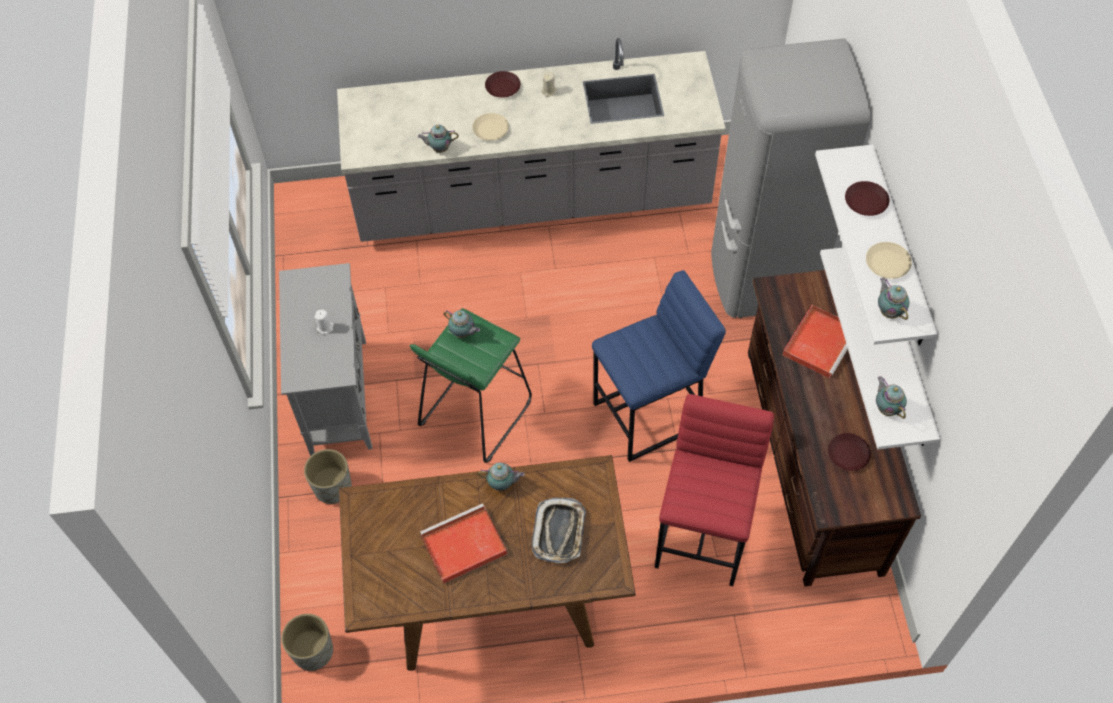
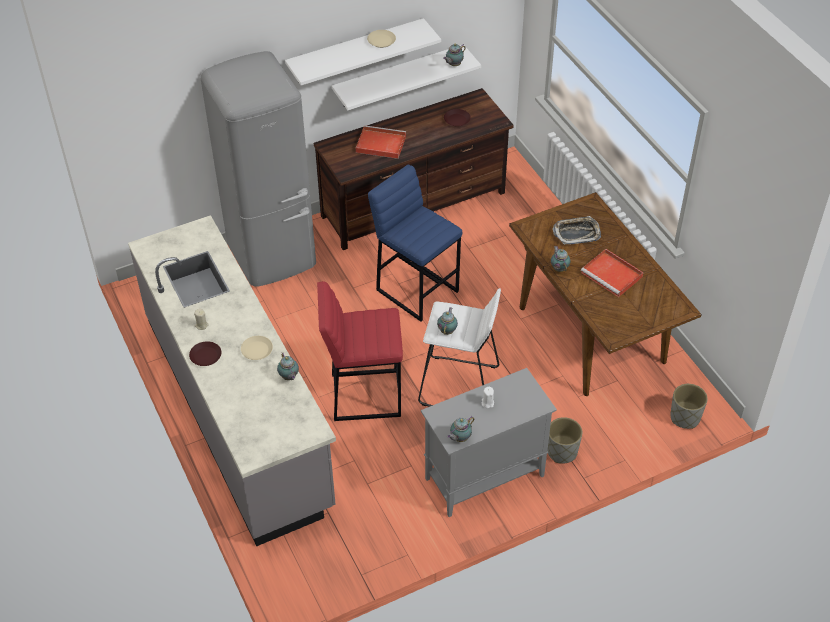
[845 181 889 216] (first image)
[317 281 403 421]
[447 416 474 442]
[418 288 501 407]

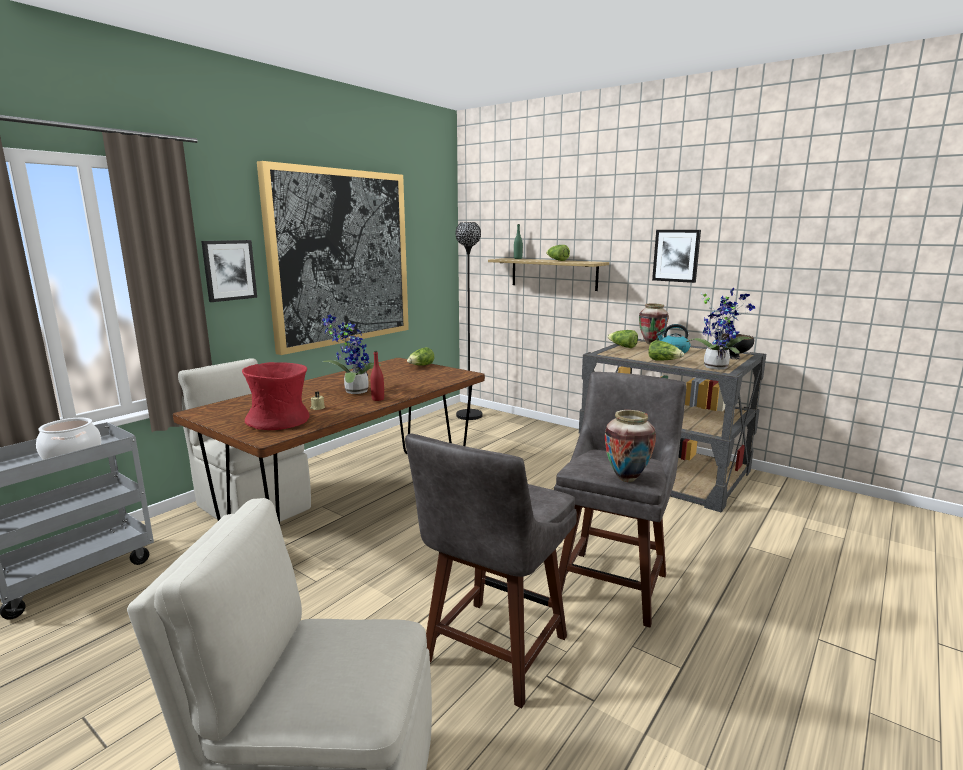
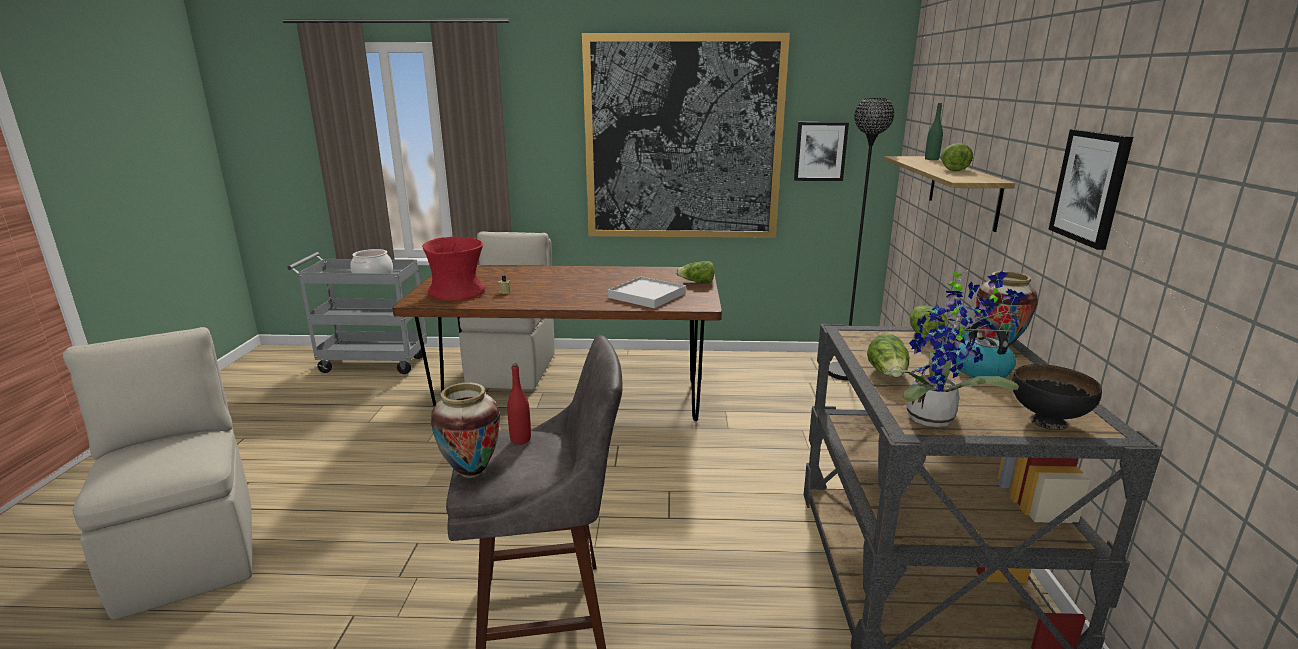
[322 314 381 394] (first image)
[405 433 577 708] (first image)
[608 277 686 308]
[794 122 849 181]
[507 364 531 444]

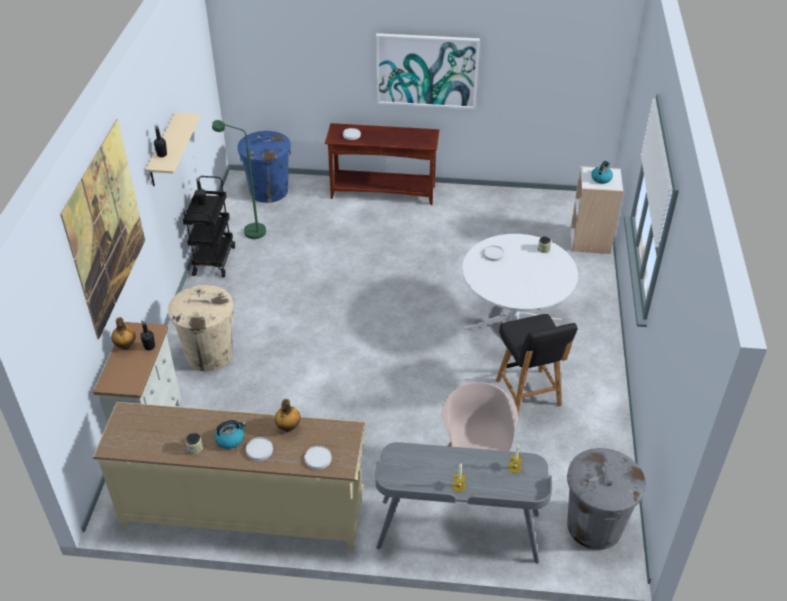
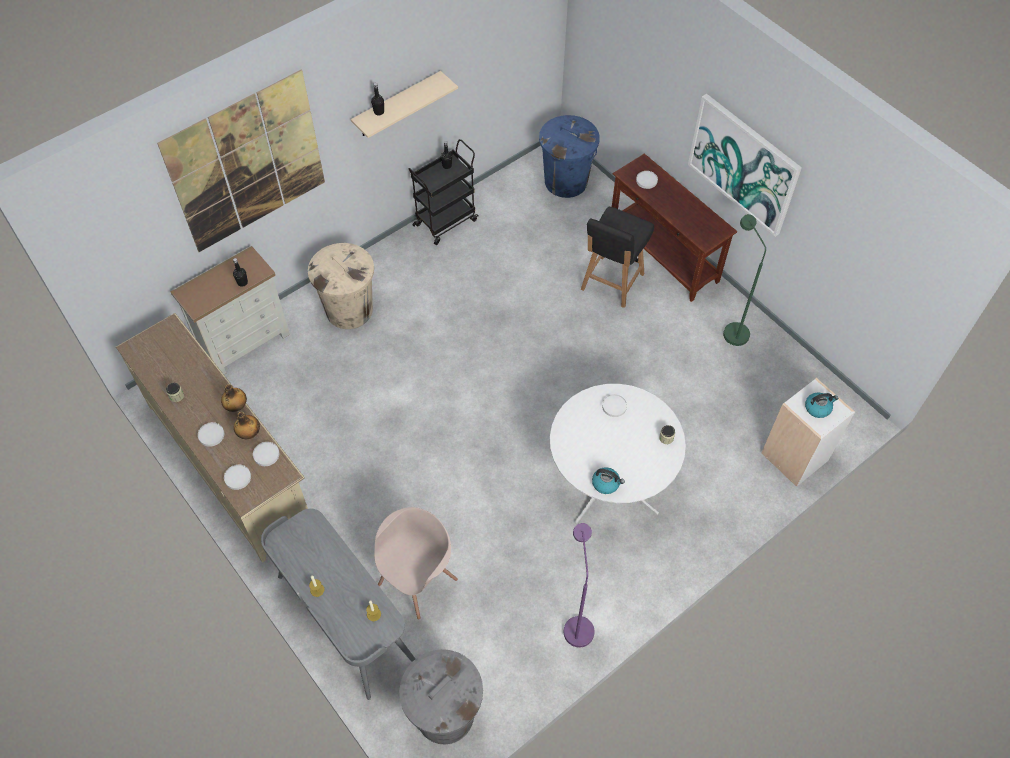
[253 442 279 466]
[564 523 595 648]
[221 384 247 412]
[723 214 766 346]
[592 467 625 494]
[581 207 654 308]

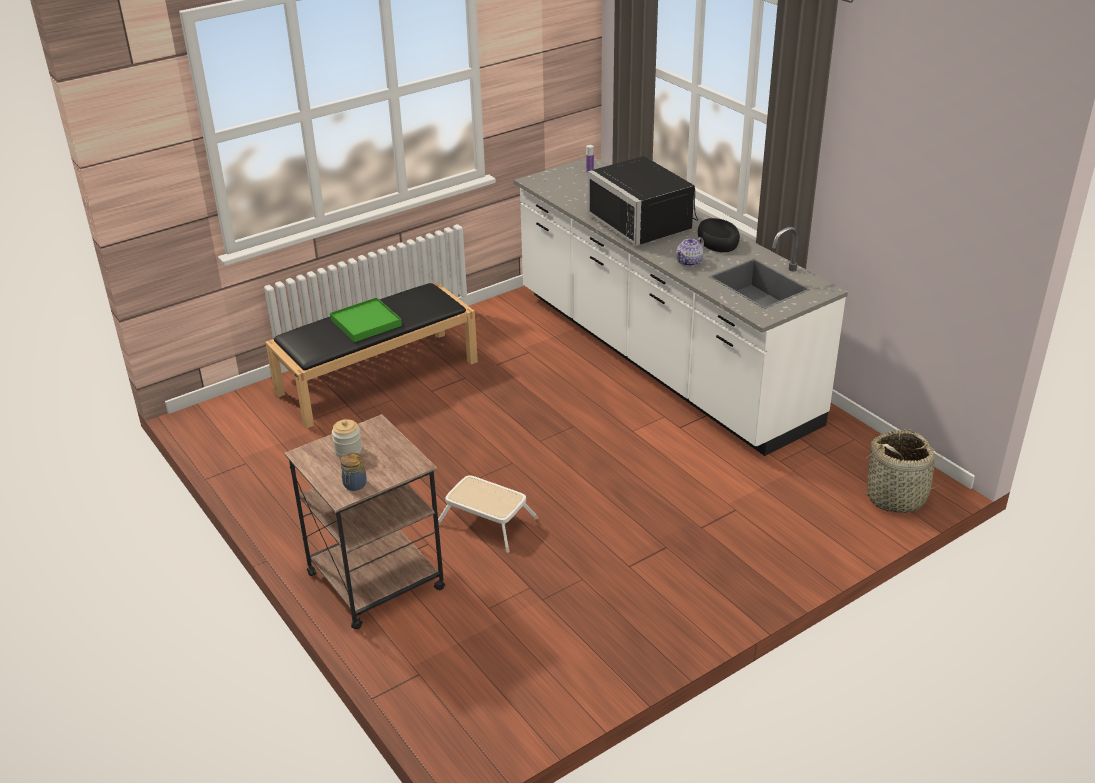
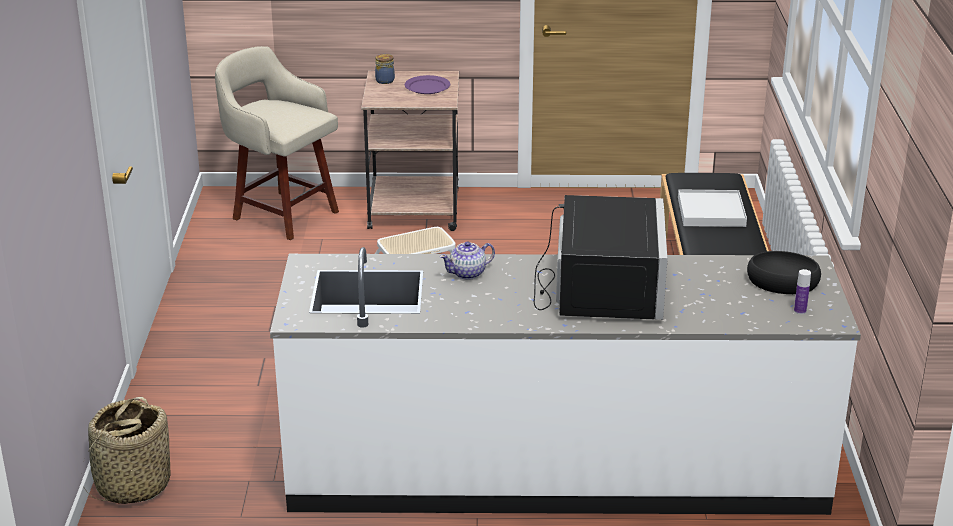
[215 46 339 240]
[747 251 821 294]
[405 75 450 94]
[678 189 747 227]
[534 195 668 320]
[440 241 495 280]

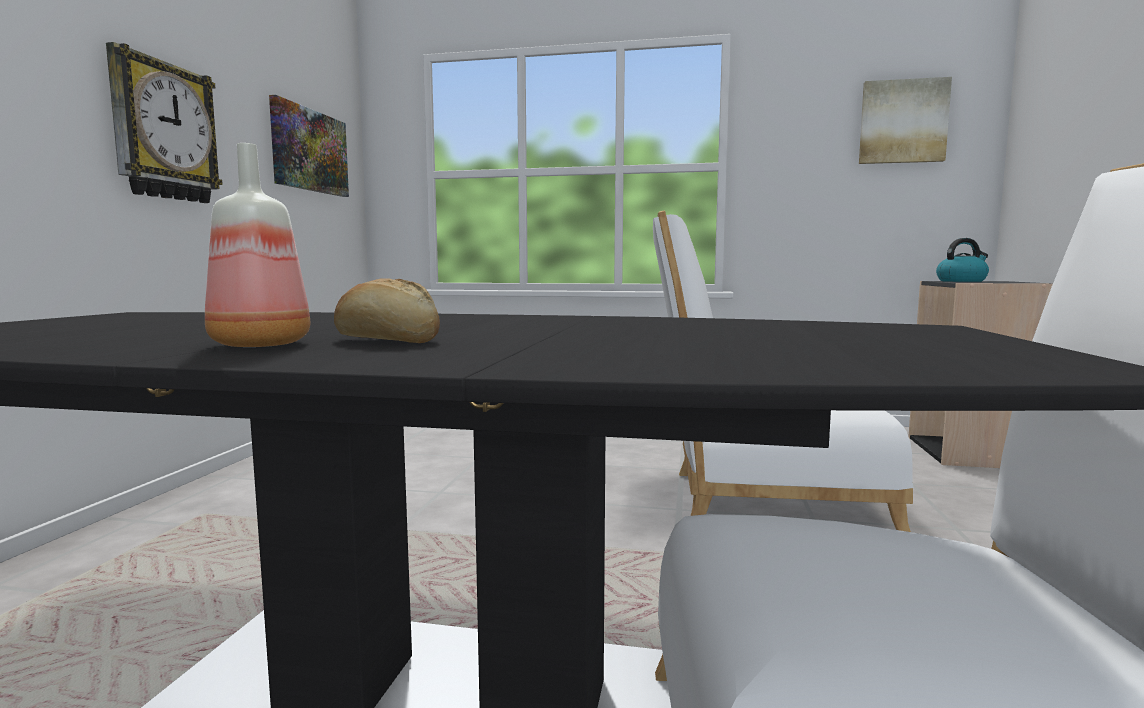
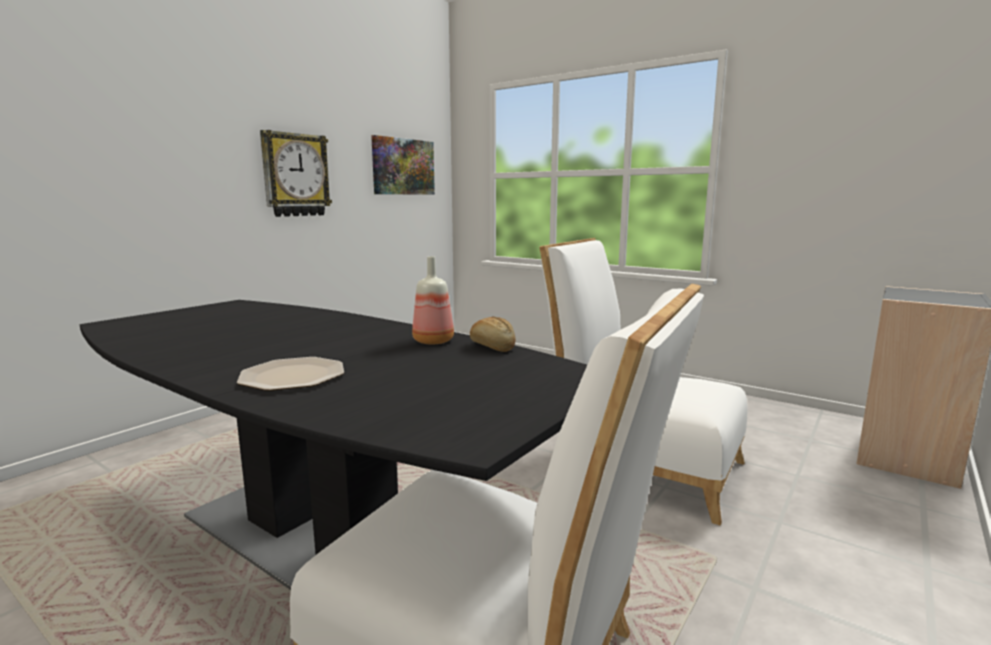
[859 77 952 164] (first image)
[936 238 989 282] (first image)
[237 357 344 391]
[412 256 454 344]
[470 316 516 352]

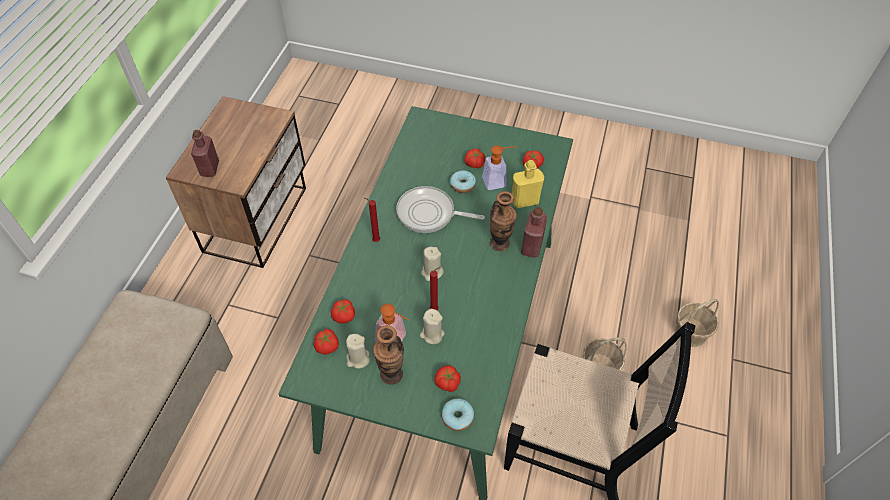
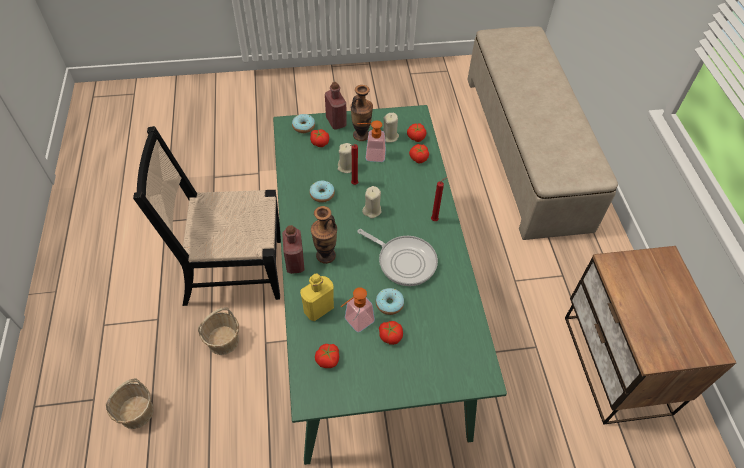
[310 181 335 203]
[325 82 347 130]
[357 229 438 286]

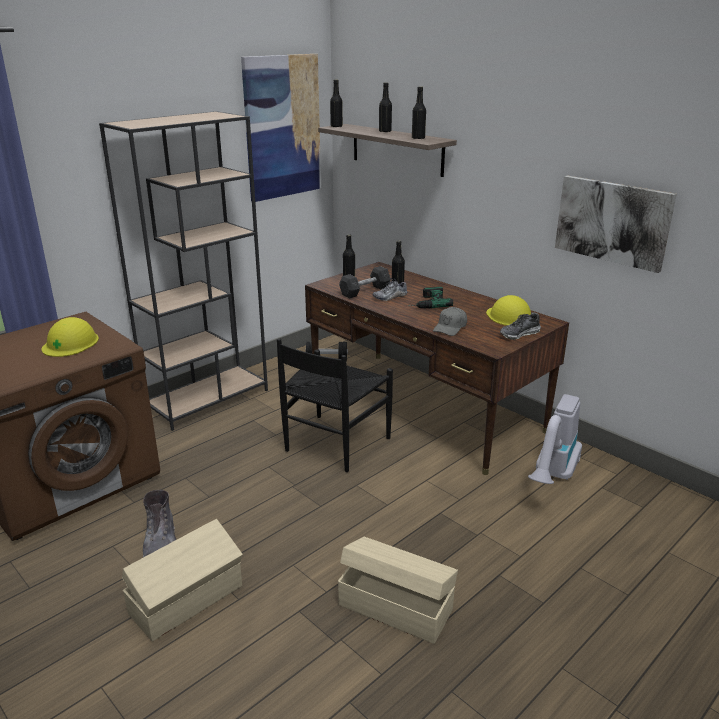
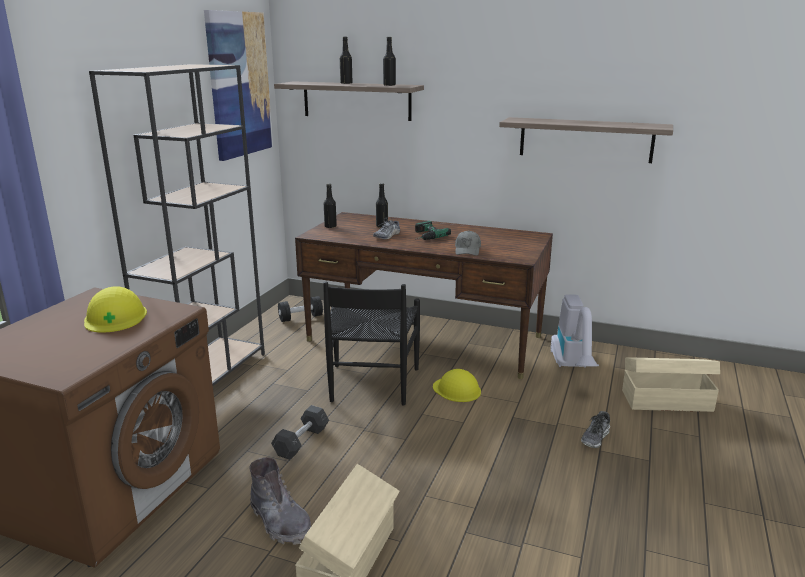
[330 80 343 127] (first image)
[622 357 720 412]
[271 405 329 460]
[433 369 481 402]
[581 411 610 448]
[499 117 673 163]

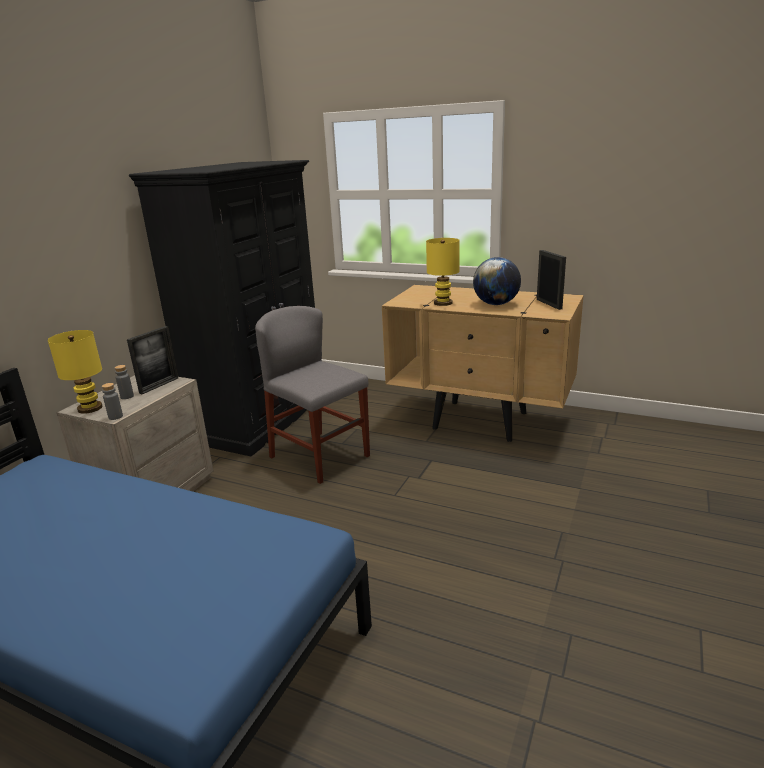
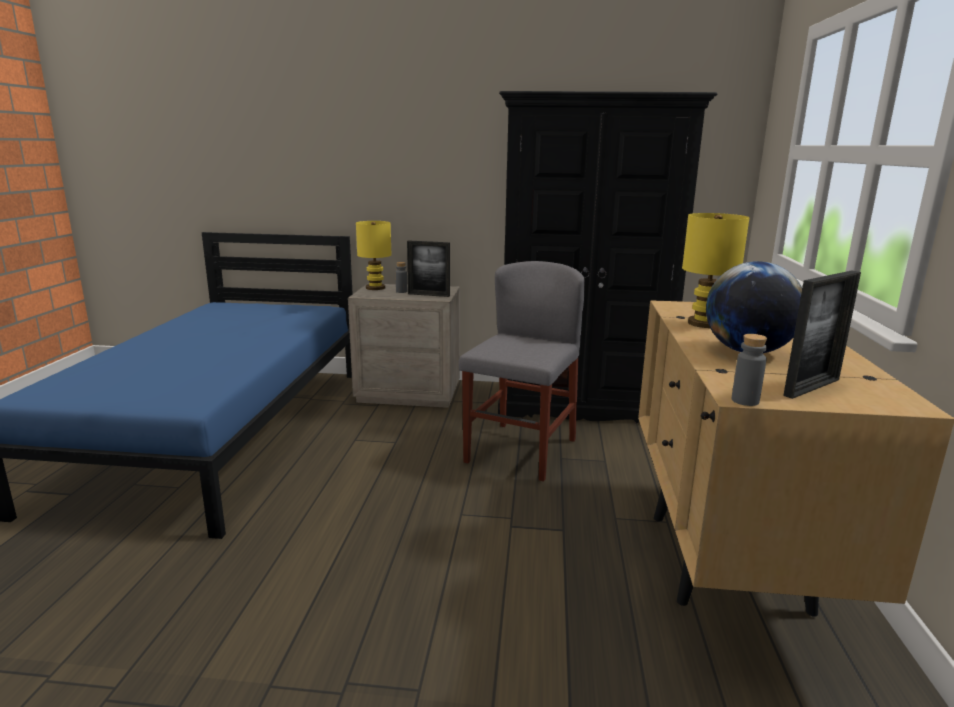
[732 334 767 406]

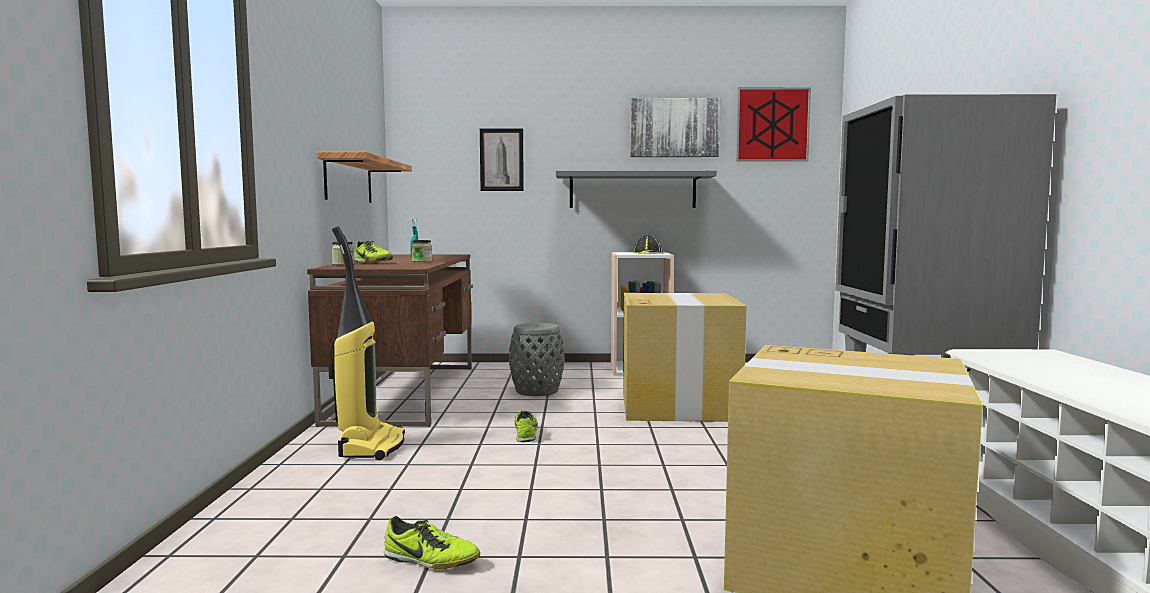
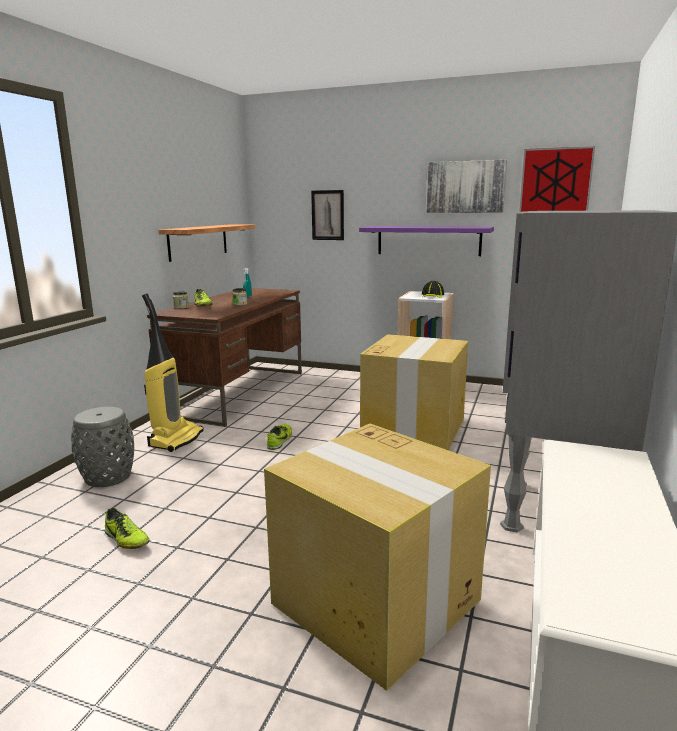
[71 407 134 487]
[359 226 494 256]

